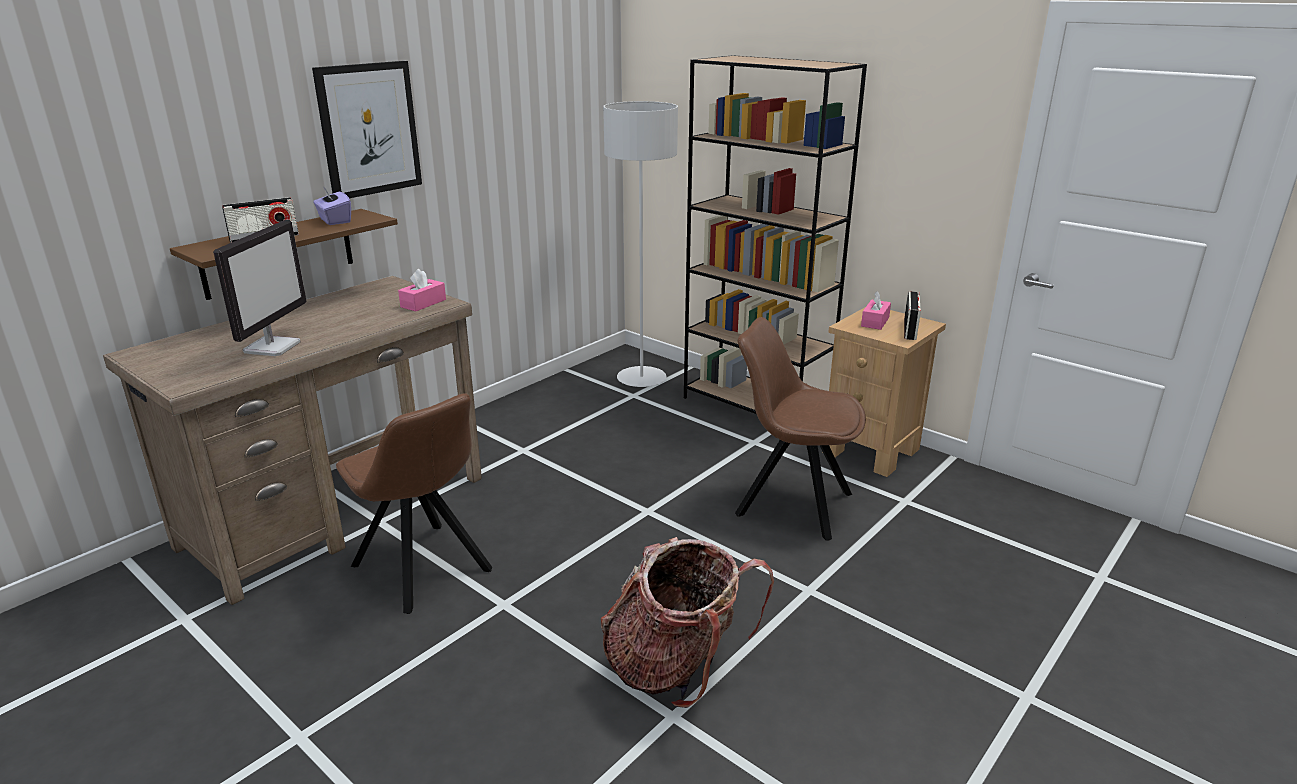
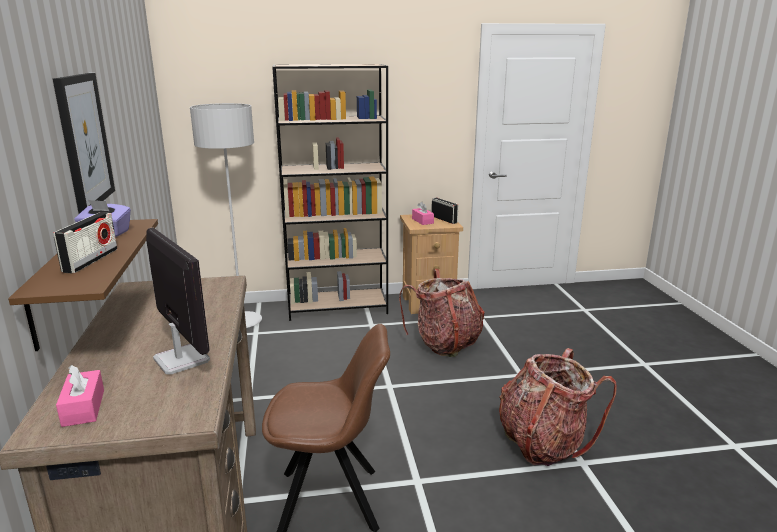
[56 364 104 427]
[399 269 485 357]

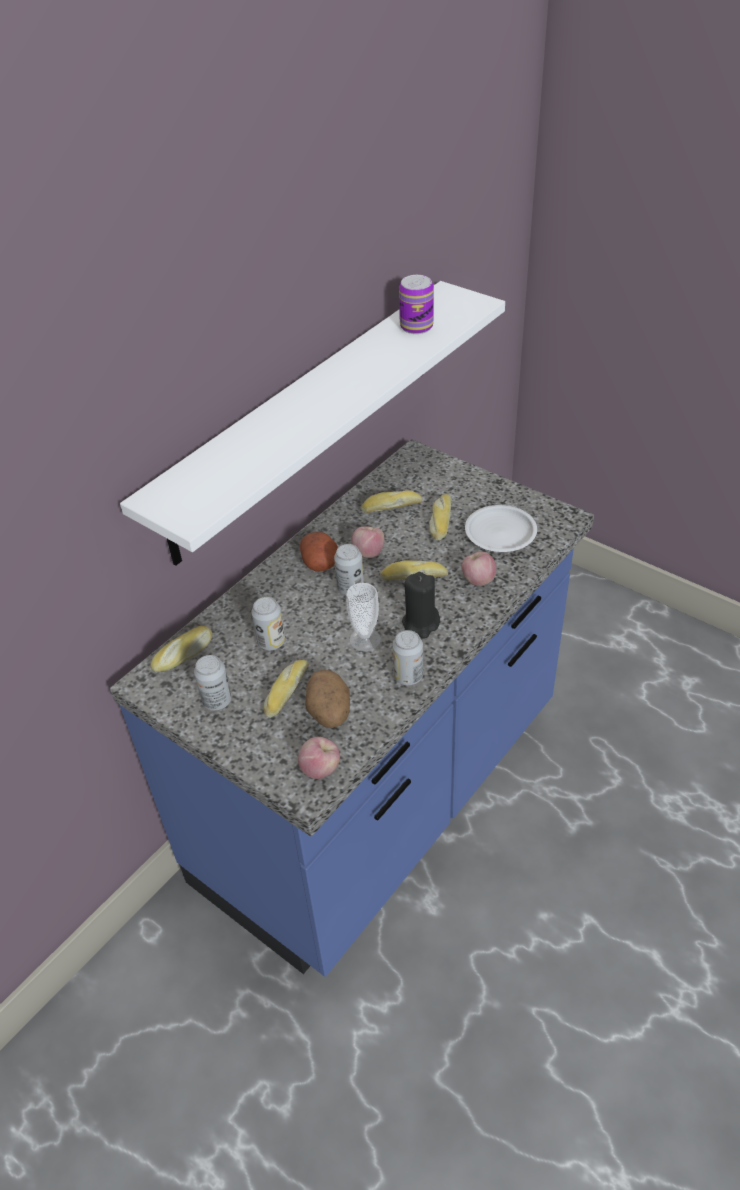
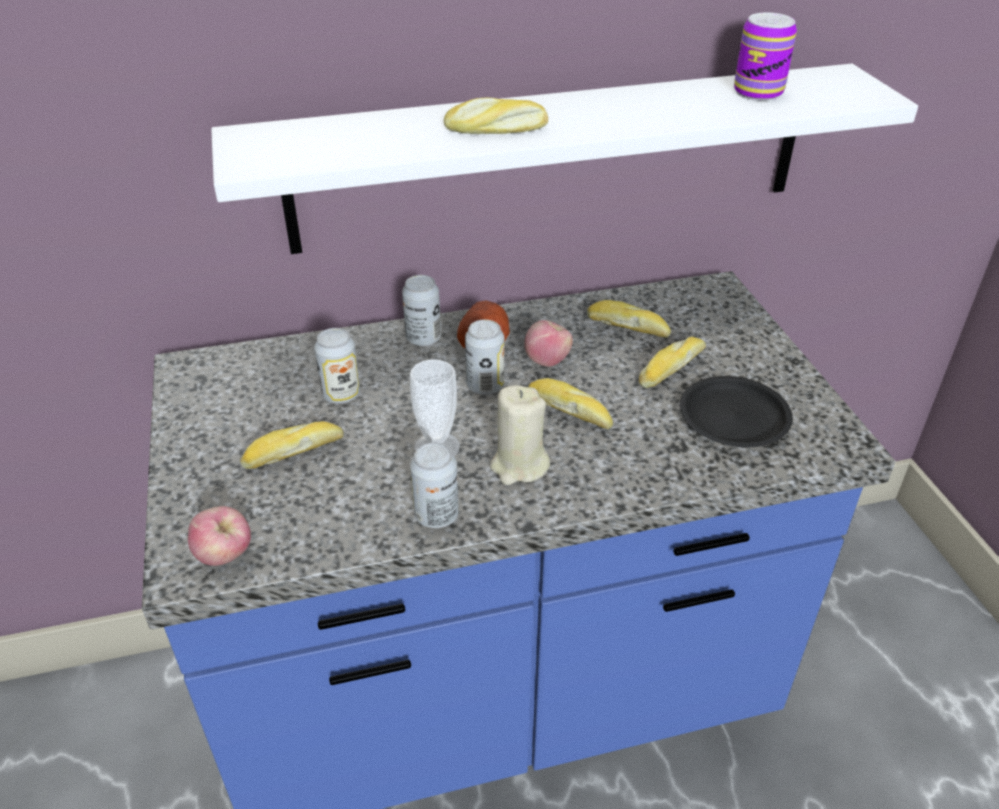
[305 670 350 728] (first image)
[462 552 496 586] (first image)
[444 98 548 134]
[402 275 441 346]
[490 385 550 485]
[680 376 793 447]

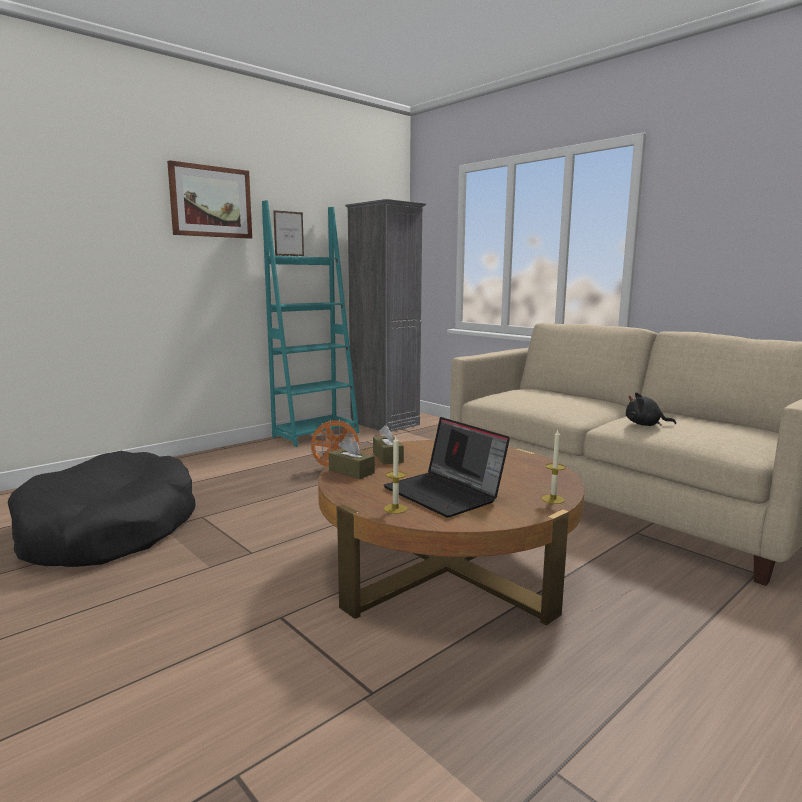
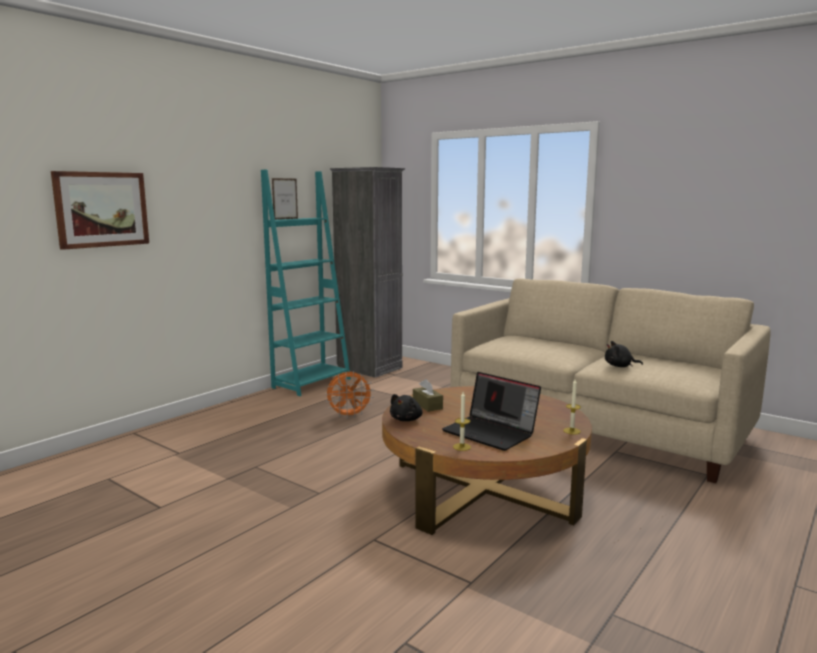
[8 451 196 567] (first image)
[51 171 149 250]
[390 394 423 421]

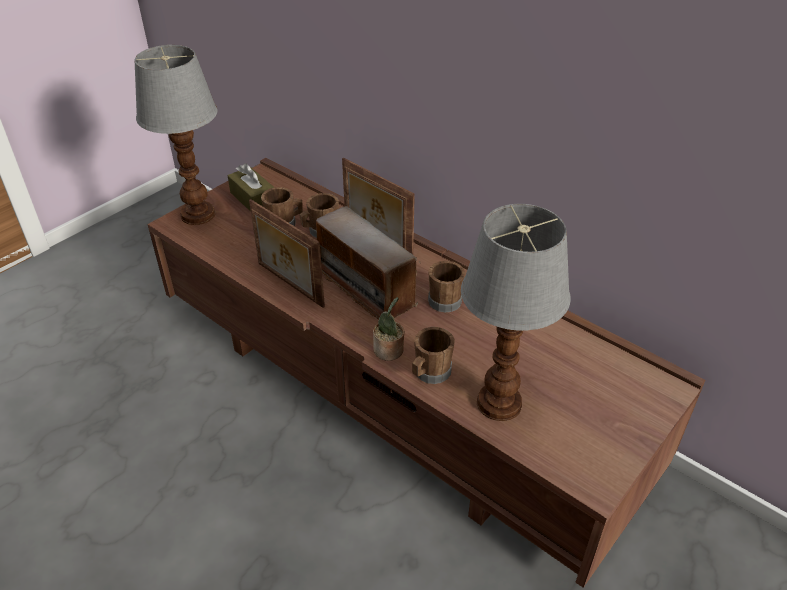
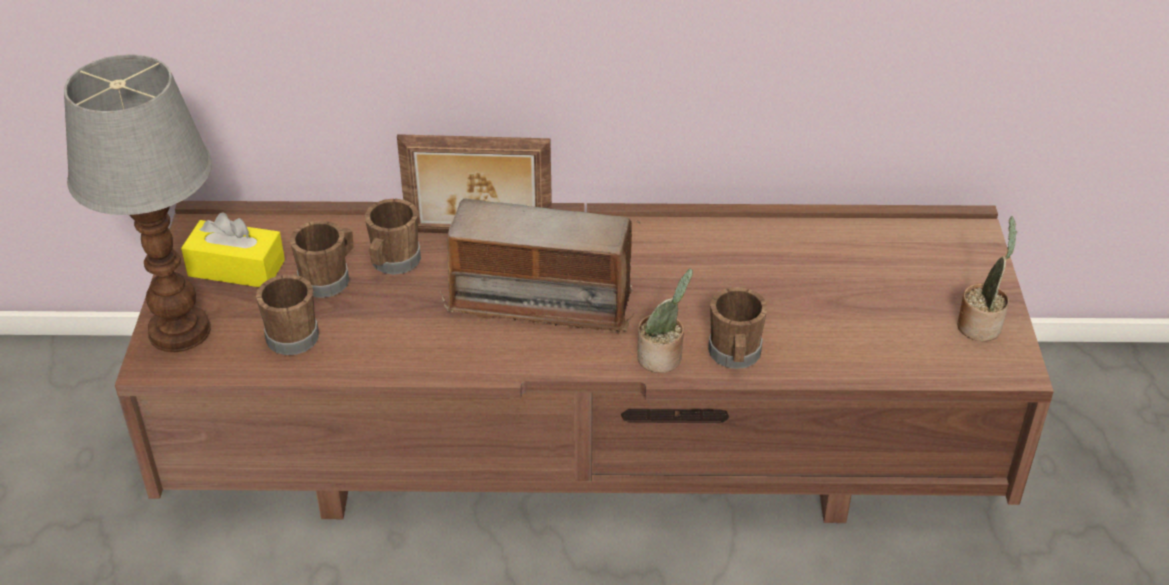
[249 199 325 308] (first image)
[461 204 571 421] (first image)
[957 216 1017 341]
[256 274 319 355]
[181 212 285 287]

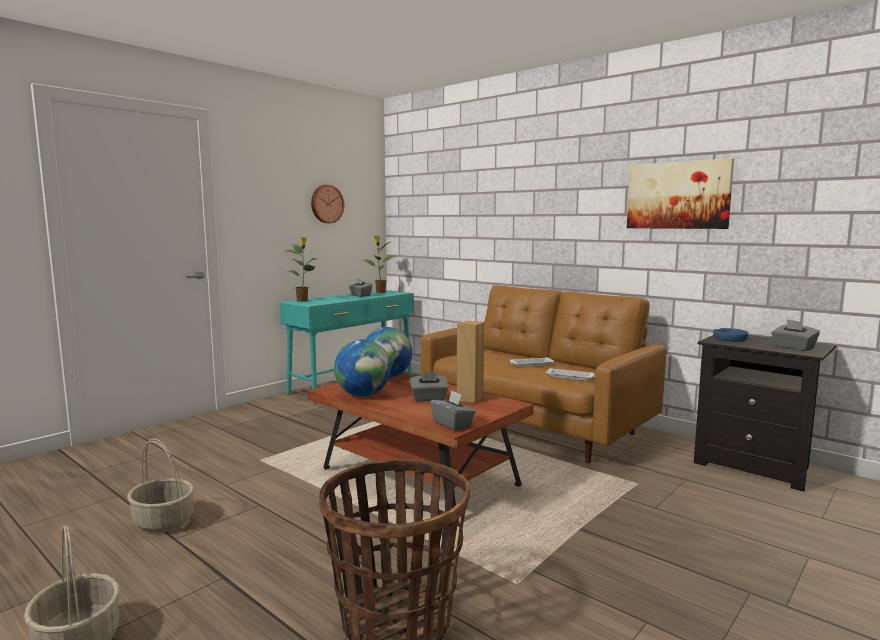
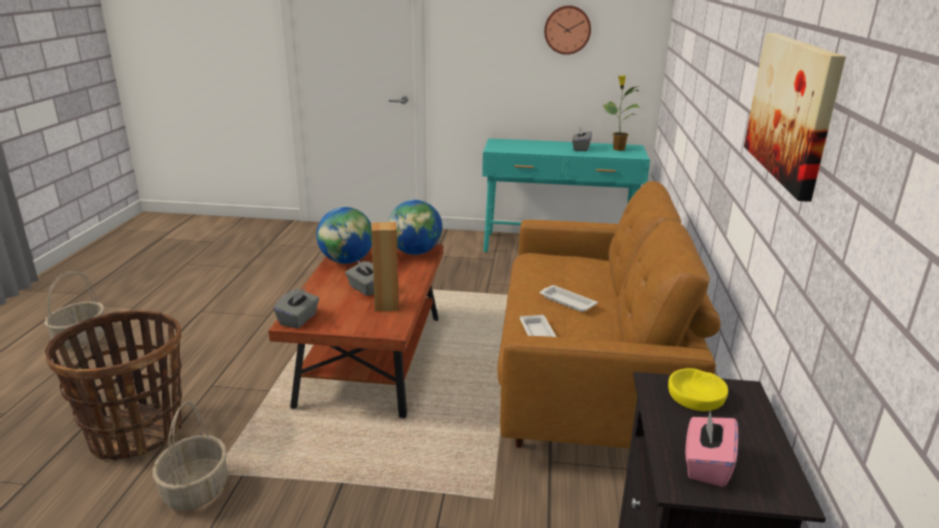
[285 237 316 302] (first image)
[153 401 228 511]
[668 368 728 411]
[685 411 738 487]

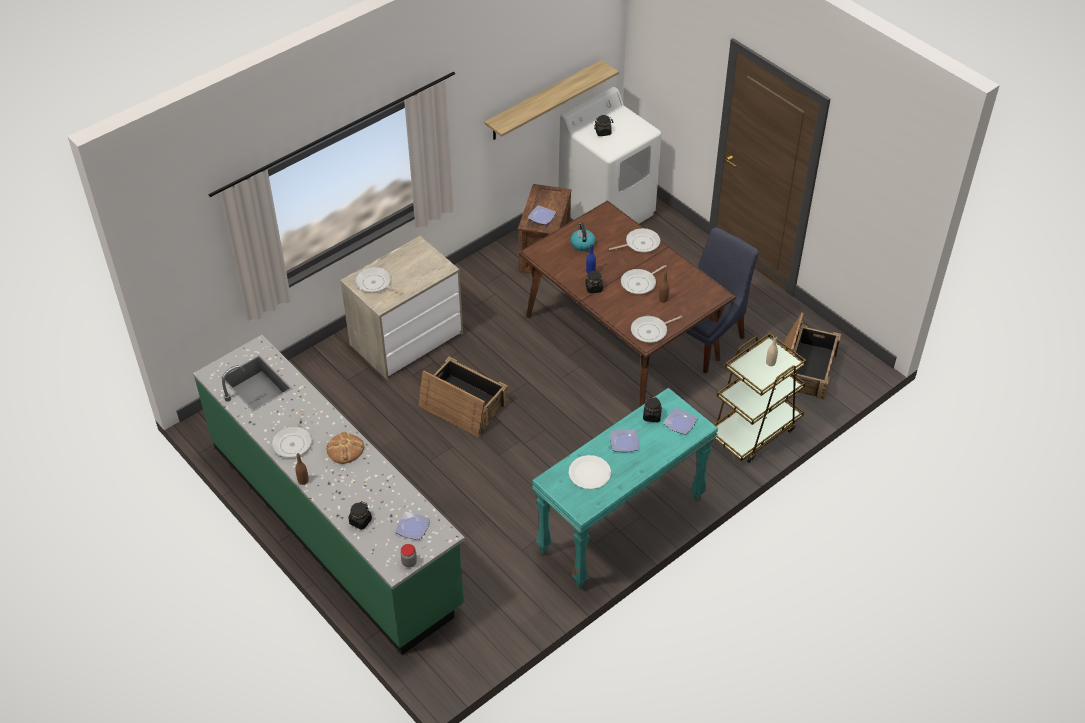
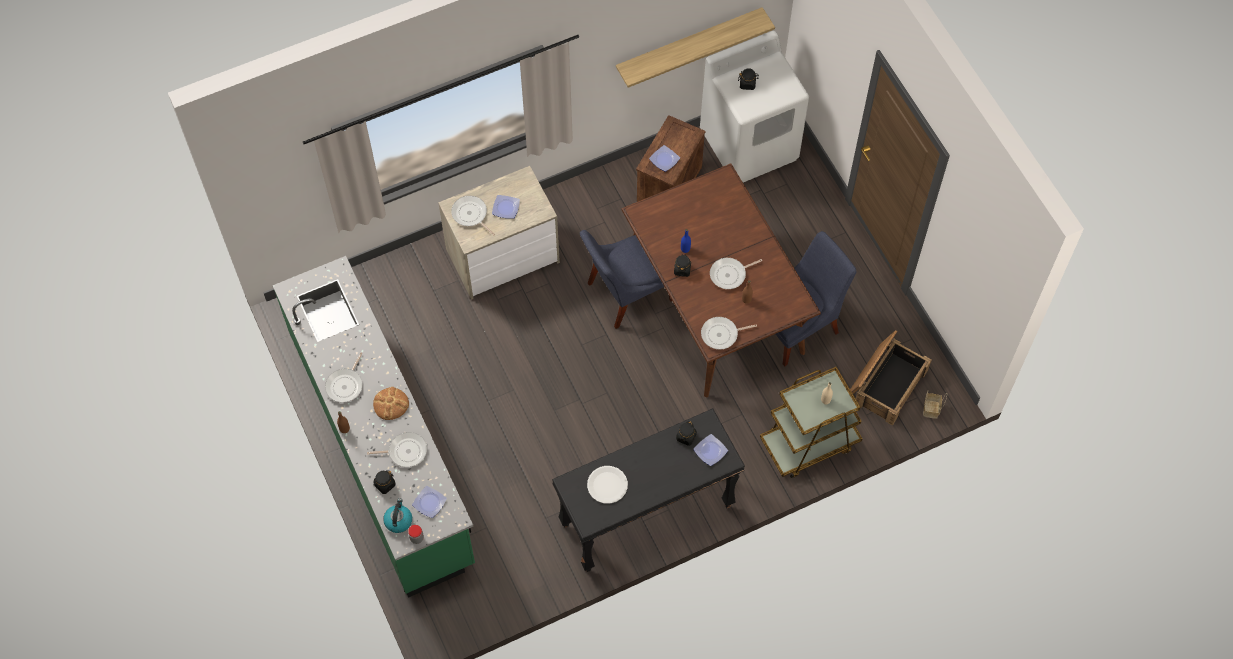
[418 357 509 437] (first image)
[580 230 672 329]
[923 391 947 419]
[383 498 412 533]
[367 432 427 467]
[492 195 520 219]
[552 408 745 572]

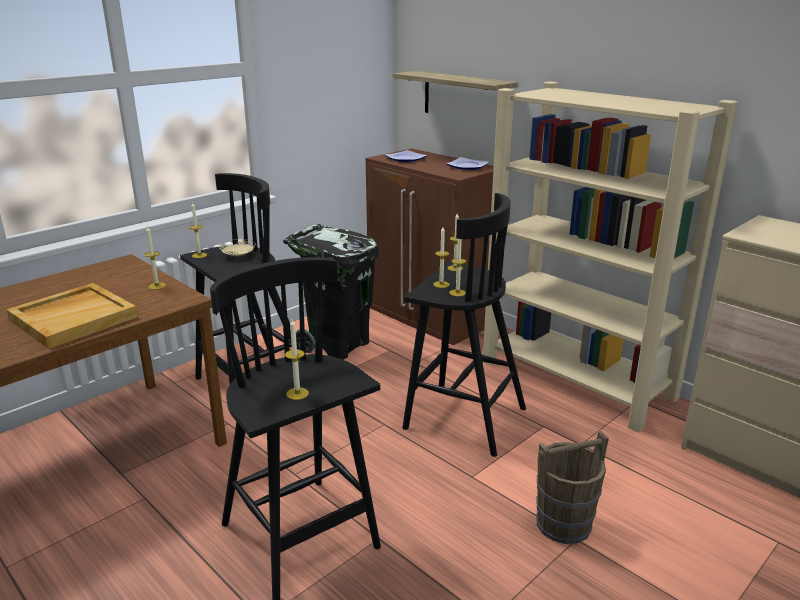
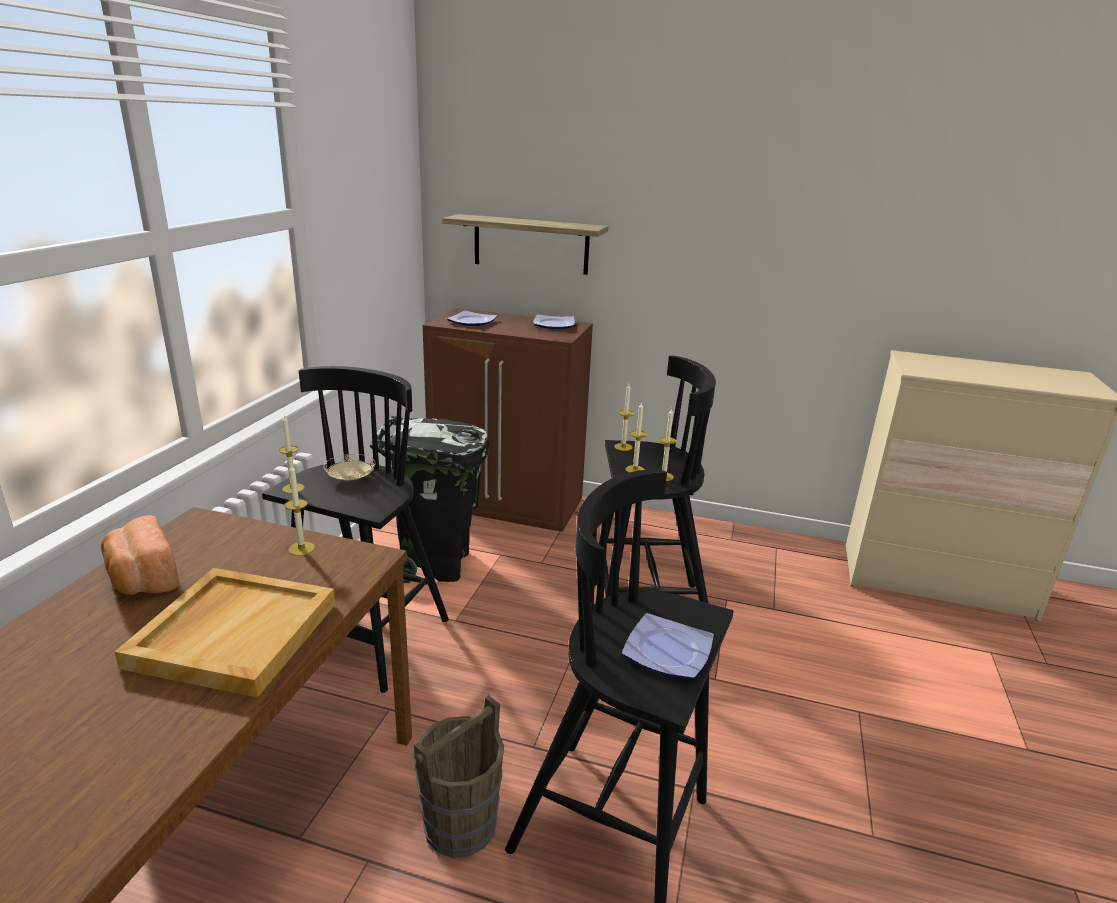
[483 81 738 432] (first image)
[101 515 179 595]
[413 695 504 858]
[622 613 714 679]

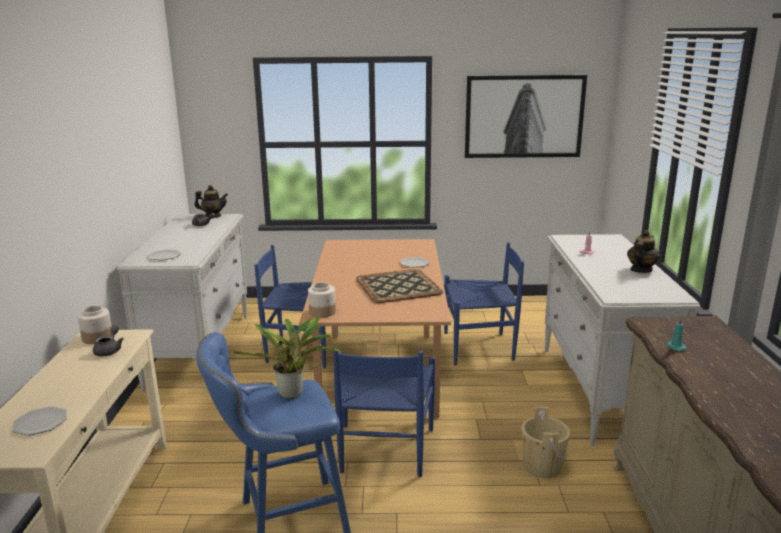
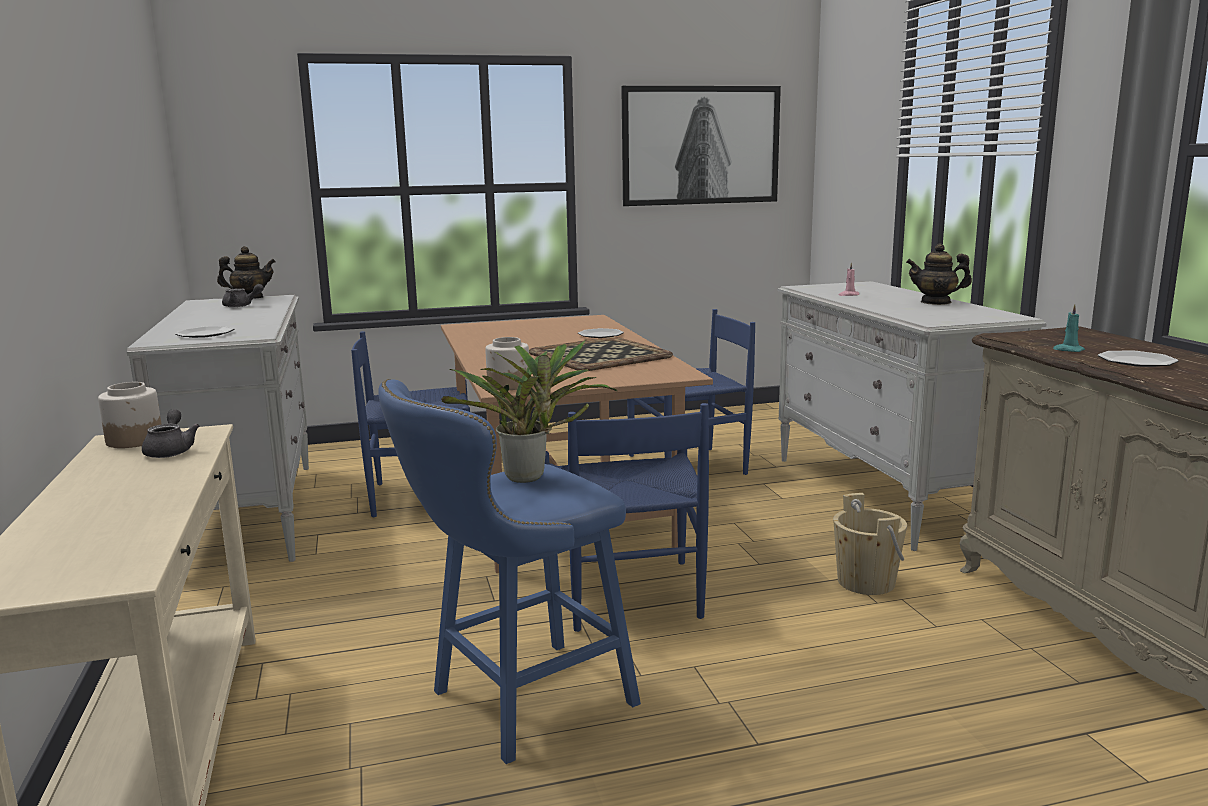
[1098 351 1178 367]
[906 243 972 305]

